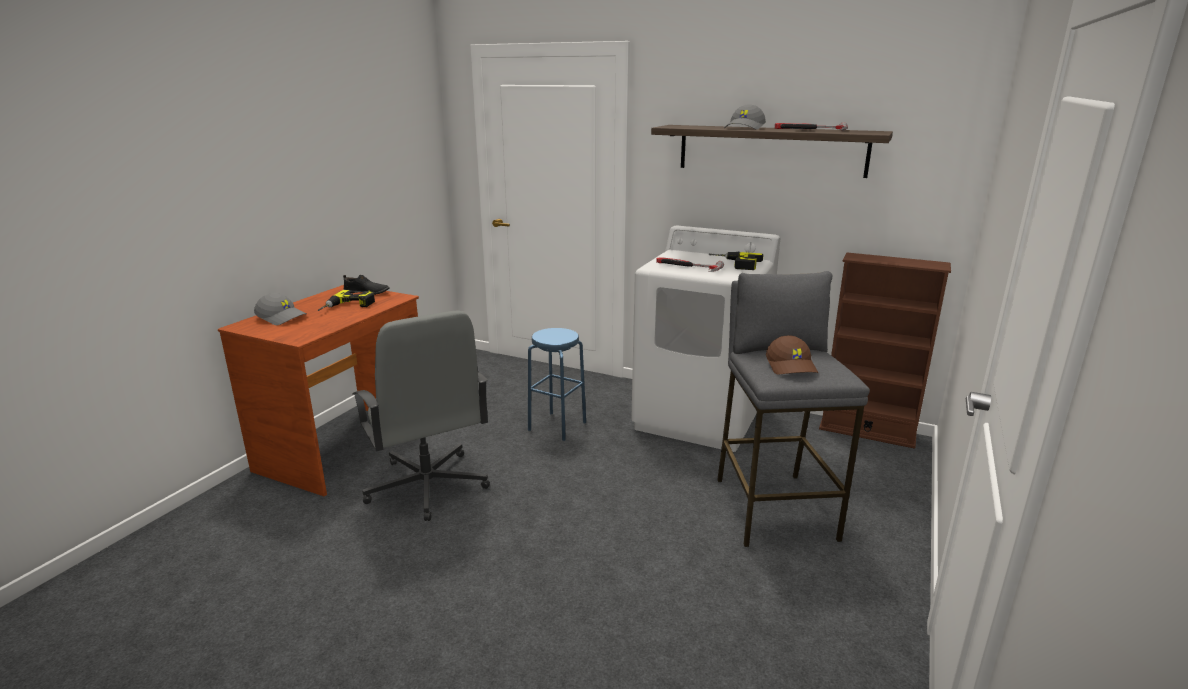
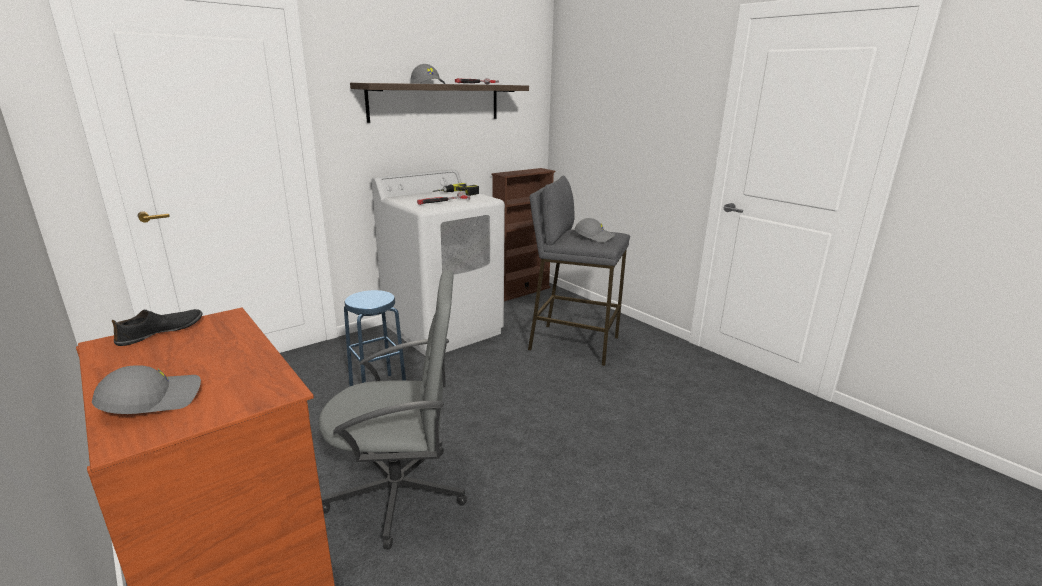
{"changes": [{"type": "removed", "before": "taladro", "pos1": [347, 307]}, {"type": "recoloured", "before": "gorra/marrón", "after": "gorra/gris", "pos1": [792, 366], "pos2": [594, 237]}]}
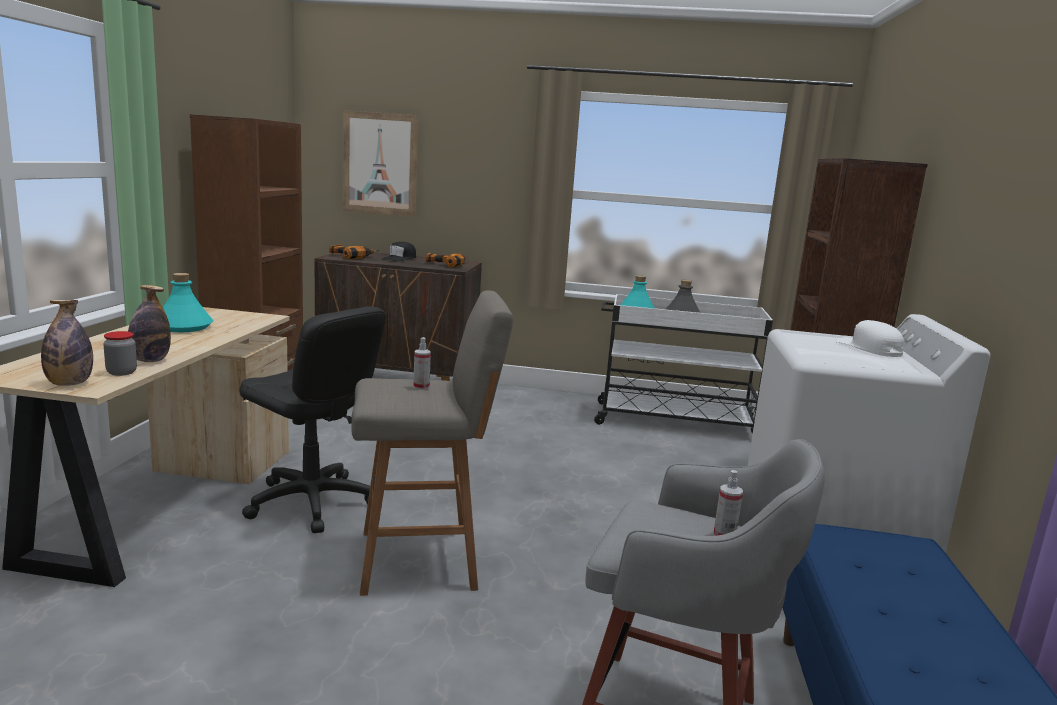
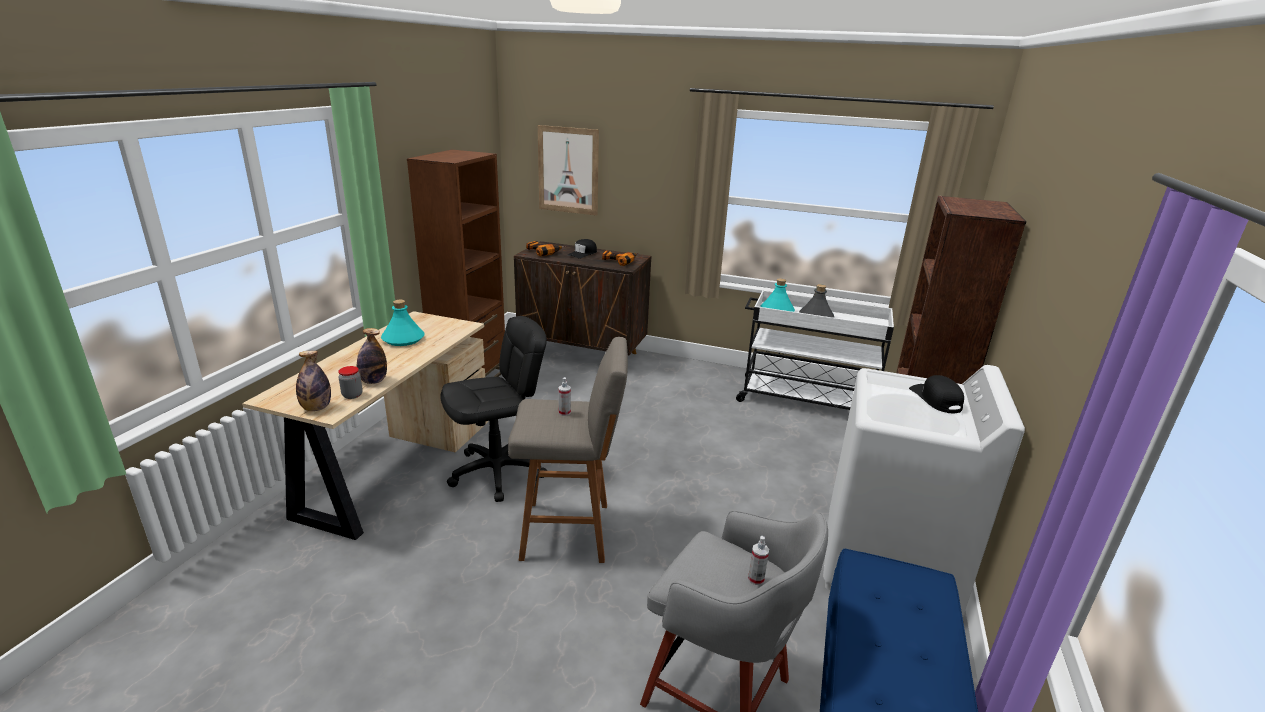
{"changes": [{"type": "turned", "before": "silla de oficina/negro", "pos1": [311, 502], "pos2": [497, 472], "turn": -75}, {"type": "recoloured", "before": "gorra/blanco", "after": "gorra/negro", "pos1": [868, 348], "pos2": [936, 399]}]}
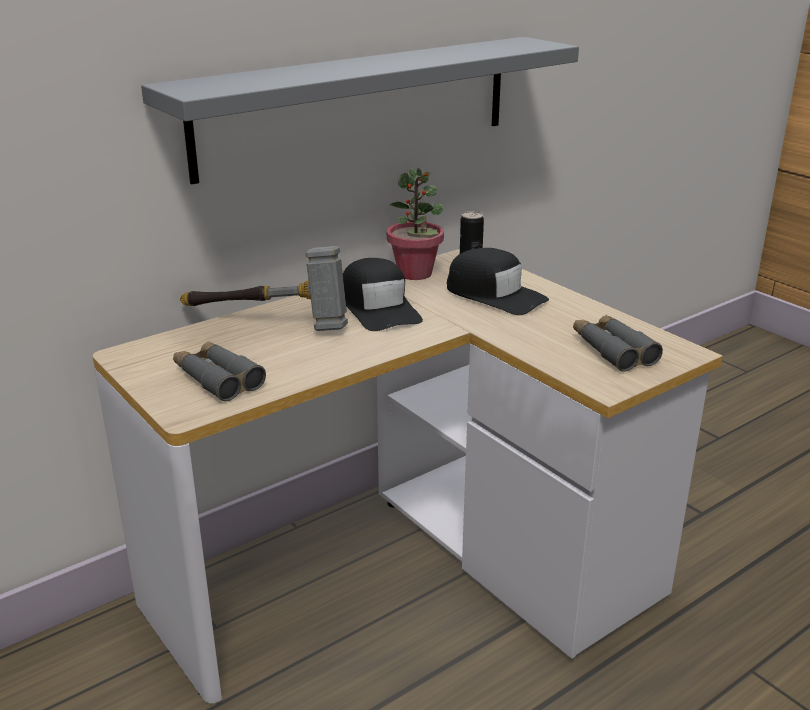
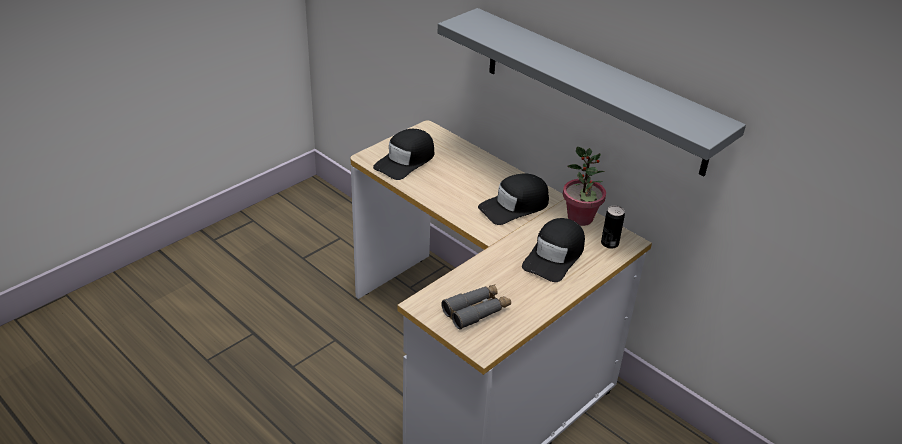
{"changes": [{"type": "replaced", "before": "prismáticos/gris", "after": "gorra/negro", "pos1": [217, 379], "pos2": [405, 161]}, {"type": "removed", "before": "martillo", "pos1": [271, 324]}]}
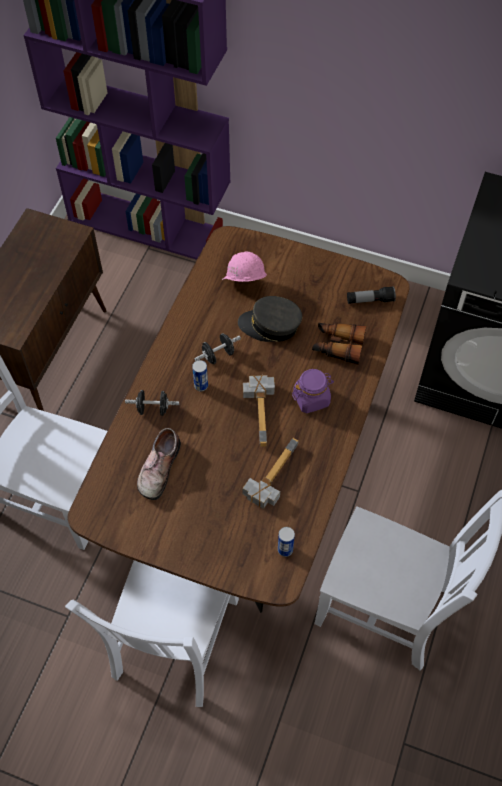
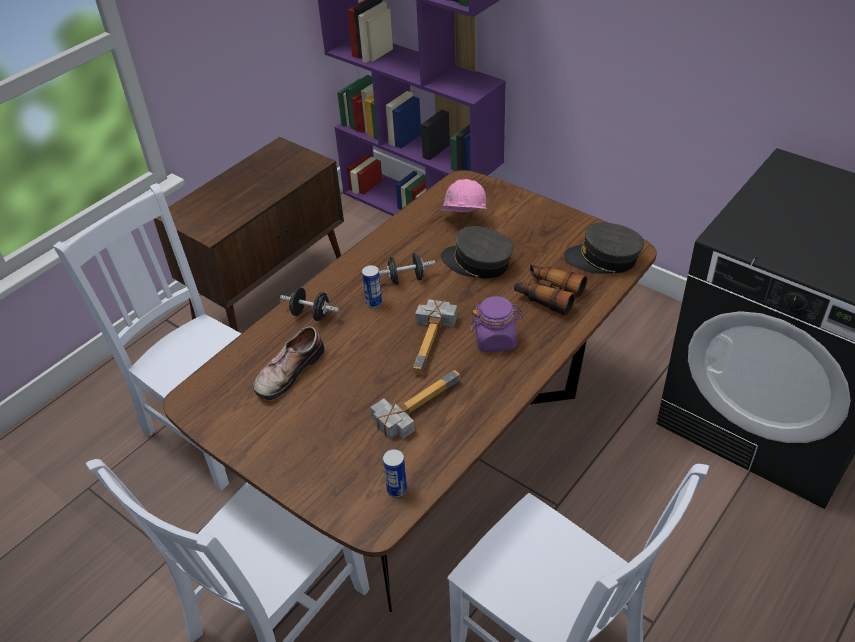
{"changes": [{"type": "replaced", "before": "linterna", "after": "gorra/gris", "pos1": [370, 300], "pos2": [603, 259]}]}
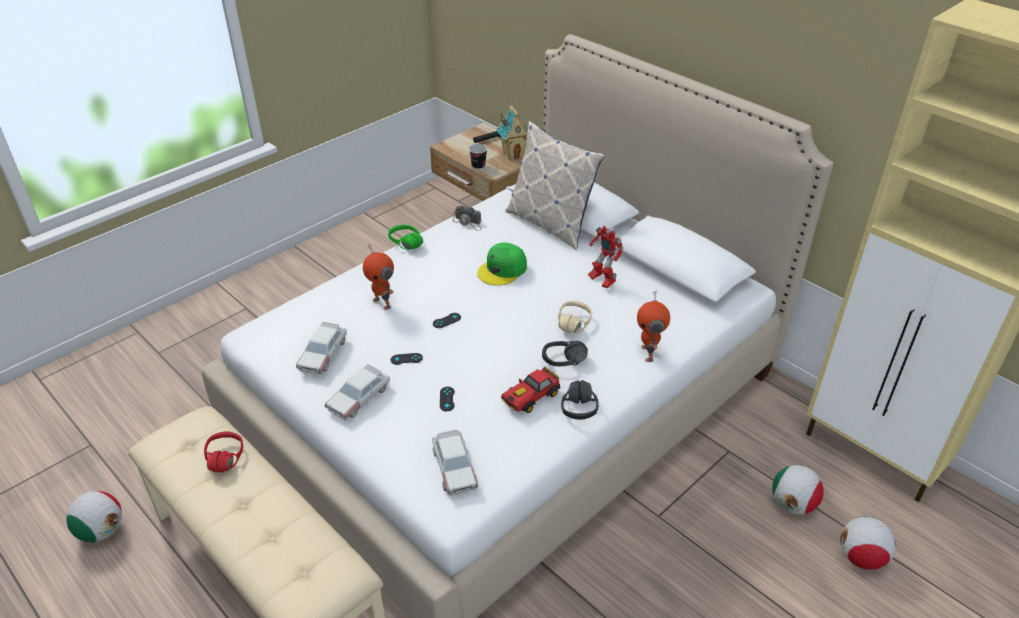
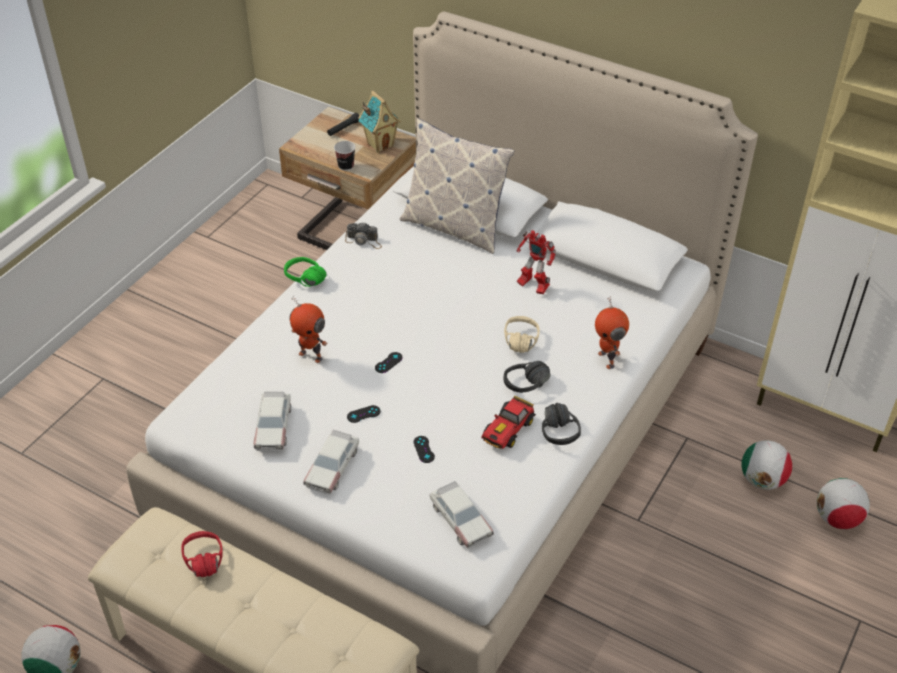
{"changes": [{"type": "removed", "before": "gorra/verde", "pos1": [502, 270]}]}
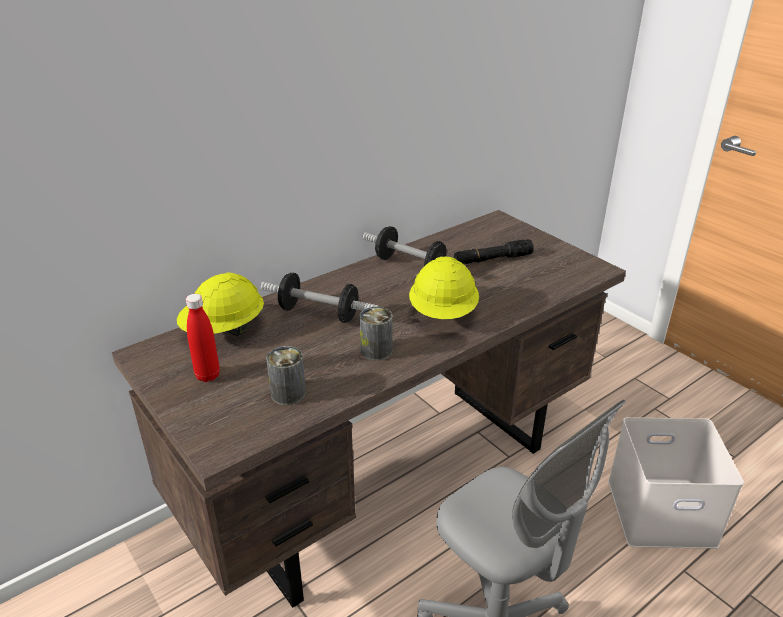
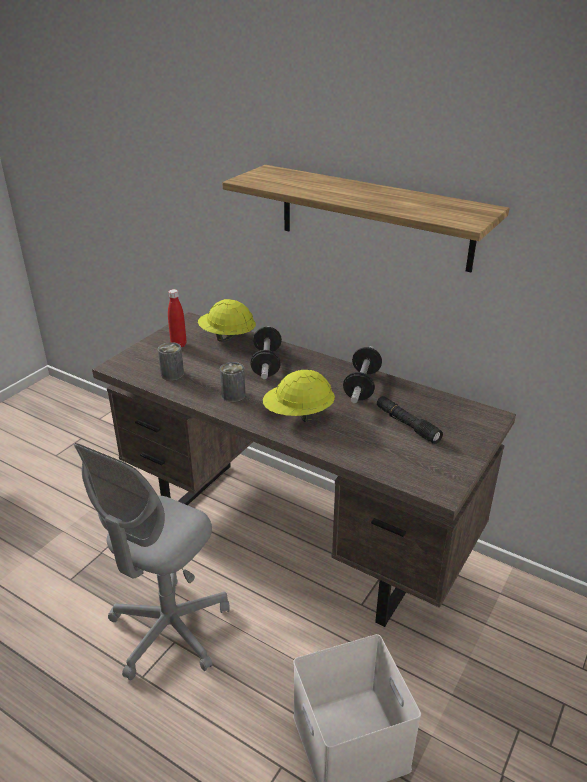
{"changes": [{"type": "added", "after": "estante", "pos2": [374, 217]}]}
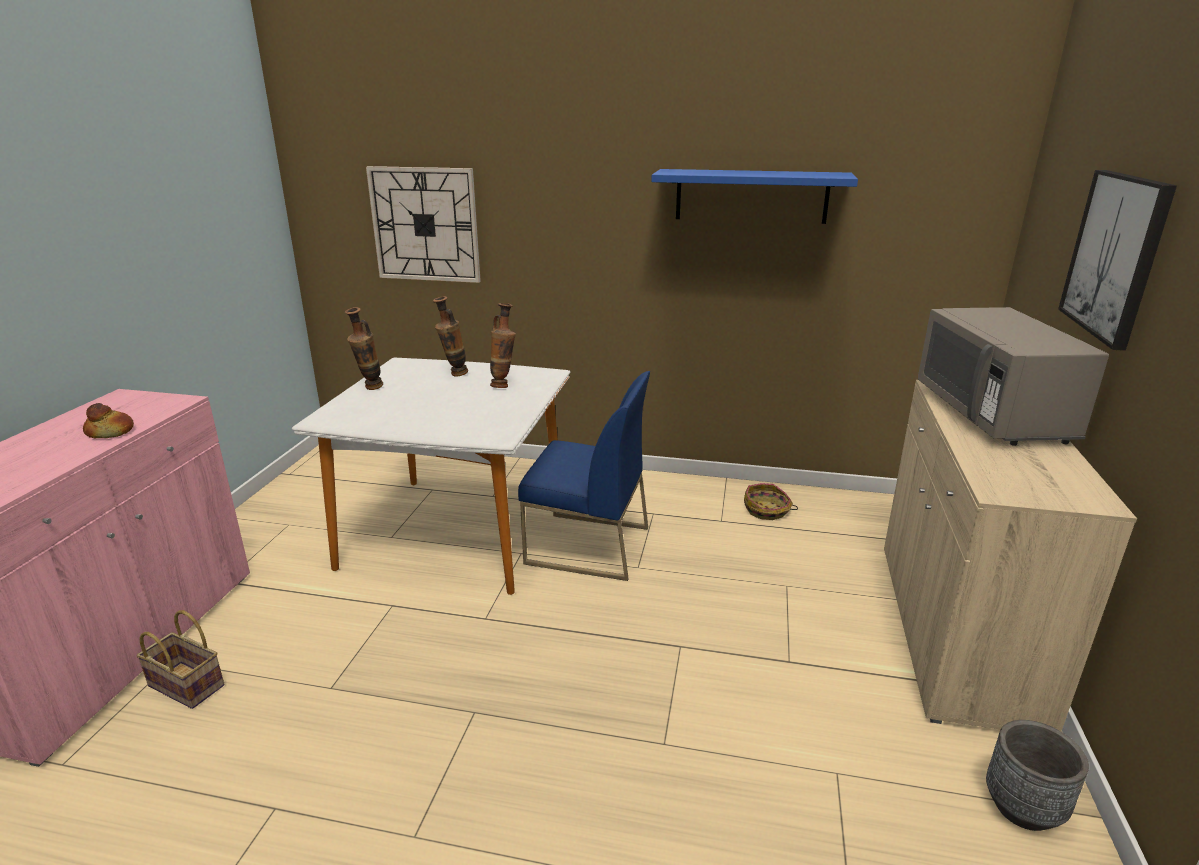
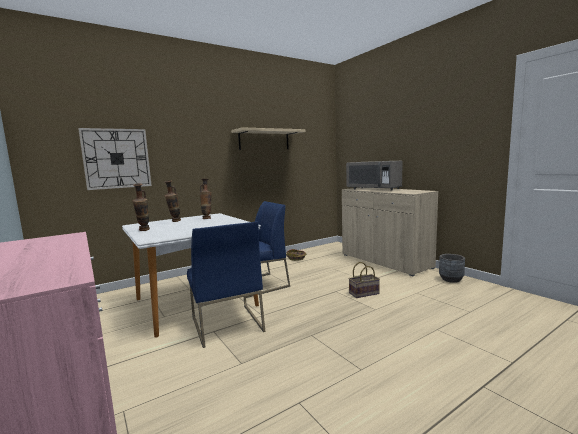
{"changes": [{"type": "removed", "before": "pan", "pos1": [111, 432]}, {"type": "moved", "before": "cesta", "pos1": [189, 685], "pos2": [364, 293]}, {"type": "recoloured", "before": "estante/azul", "after": "estante/beis", "pos1": [751, 196], "pos2": [264, 140]}, {"type": "removed", "before": "cuadro", "pos1": [1115, 256]}, {"type": "added", "after": "silla/azul", "pos2": [226, 324]}]}
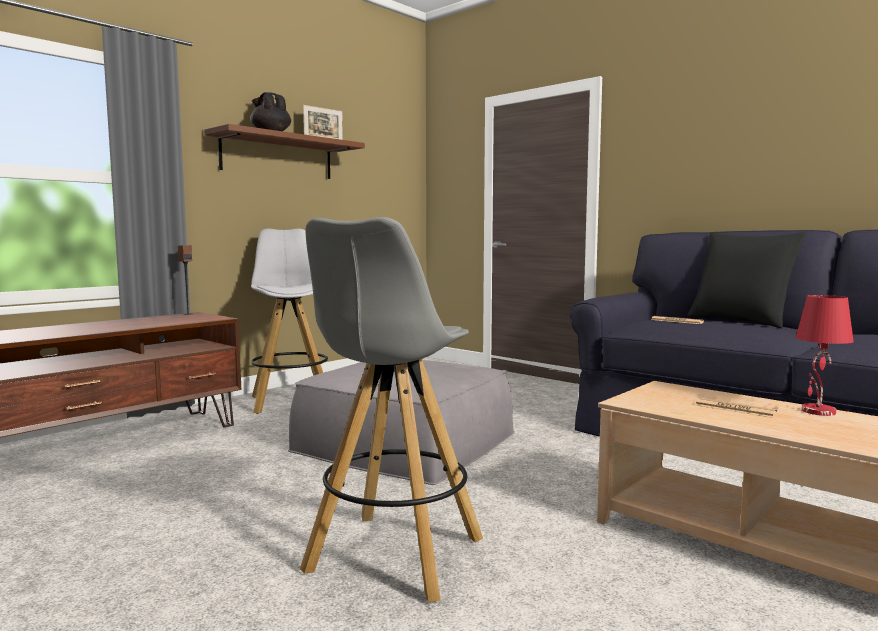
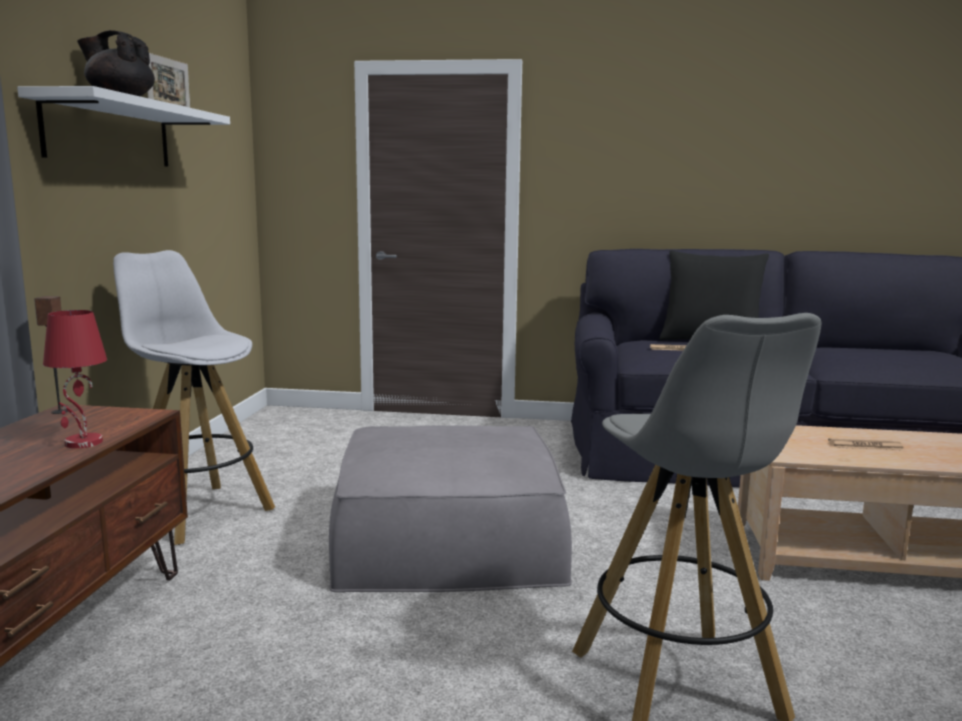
{"changes": [{"type": "recoloured", "before": "estante/marrón", "after": "estante/blanco", "pos1": [277, 156], "pos2": [109, 133]}, {"type": "moved", "before": "lámpara de mesa/rojo", "pos1": [818, 411], "pos2": [83, 443]}]}
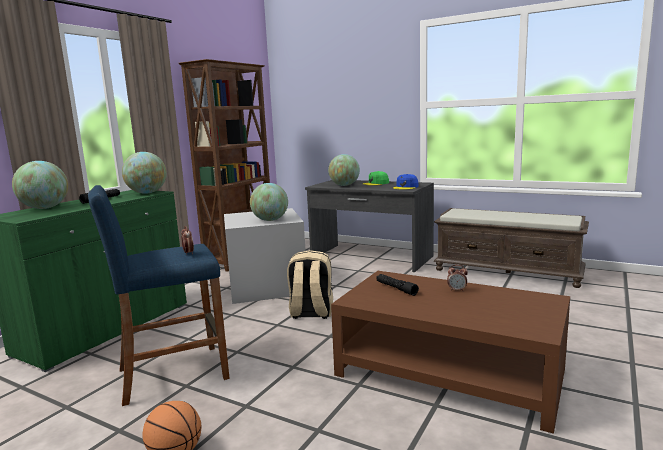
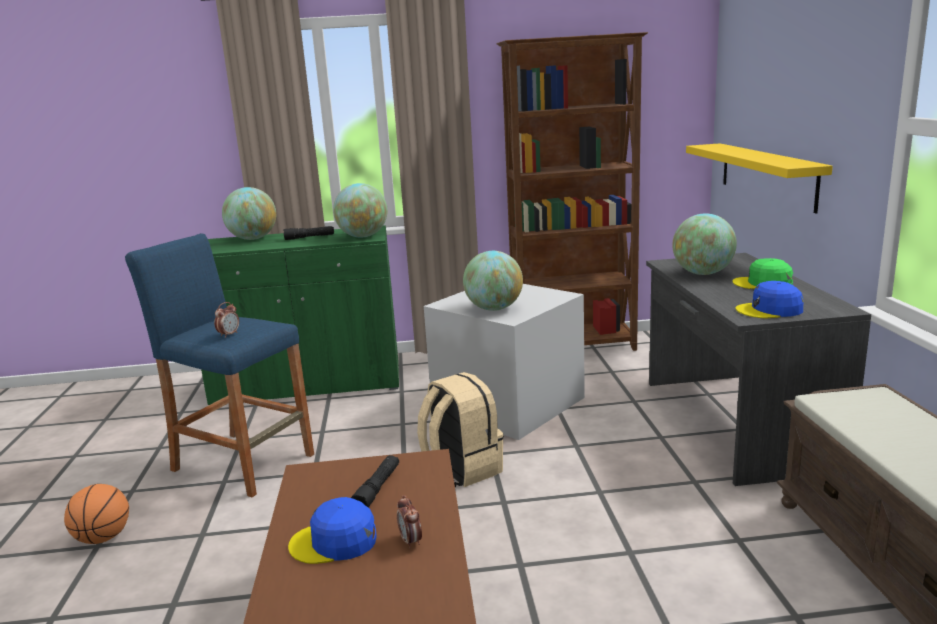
{"changes": [{"type": "added", "after": "gorra/azul", "pos2": [334, 541]}, {"type": "added", "after": "estante/amarillo", "pos2": [766, 175]}]}
